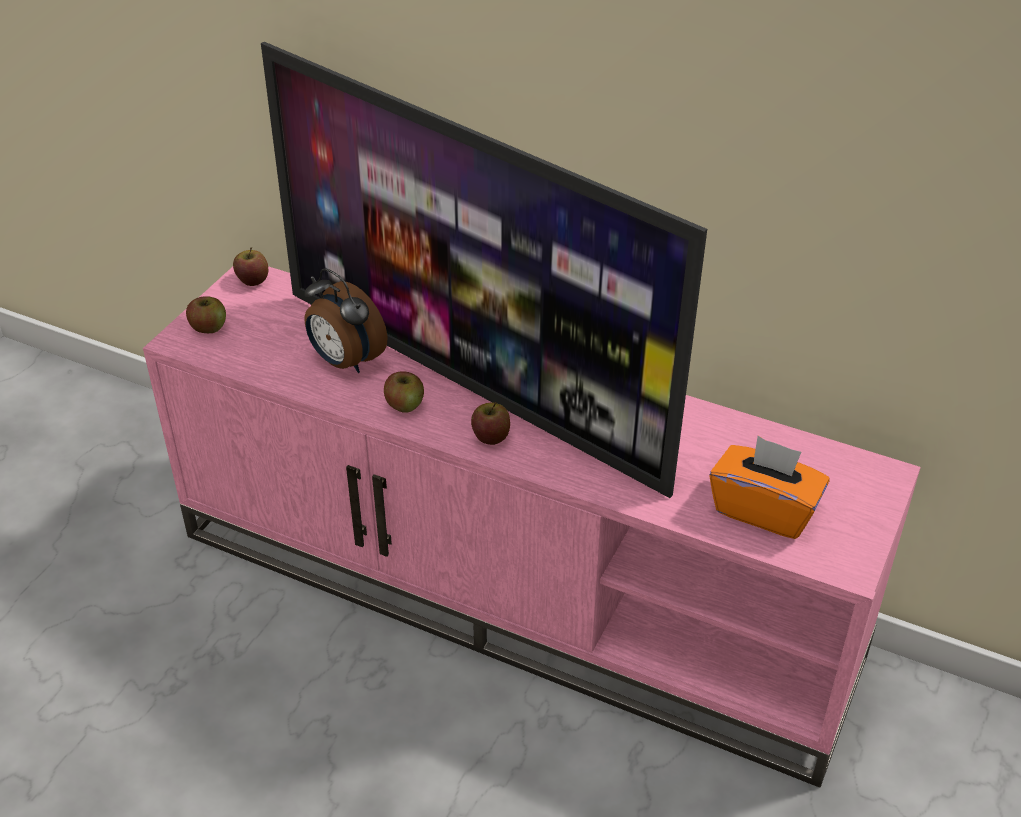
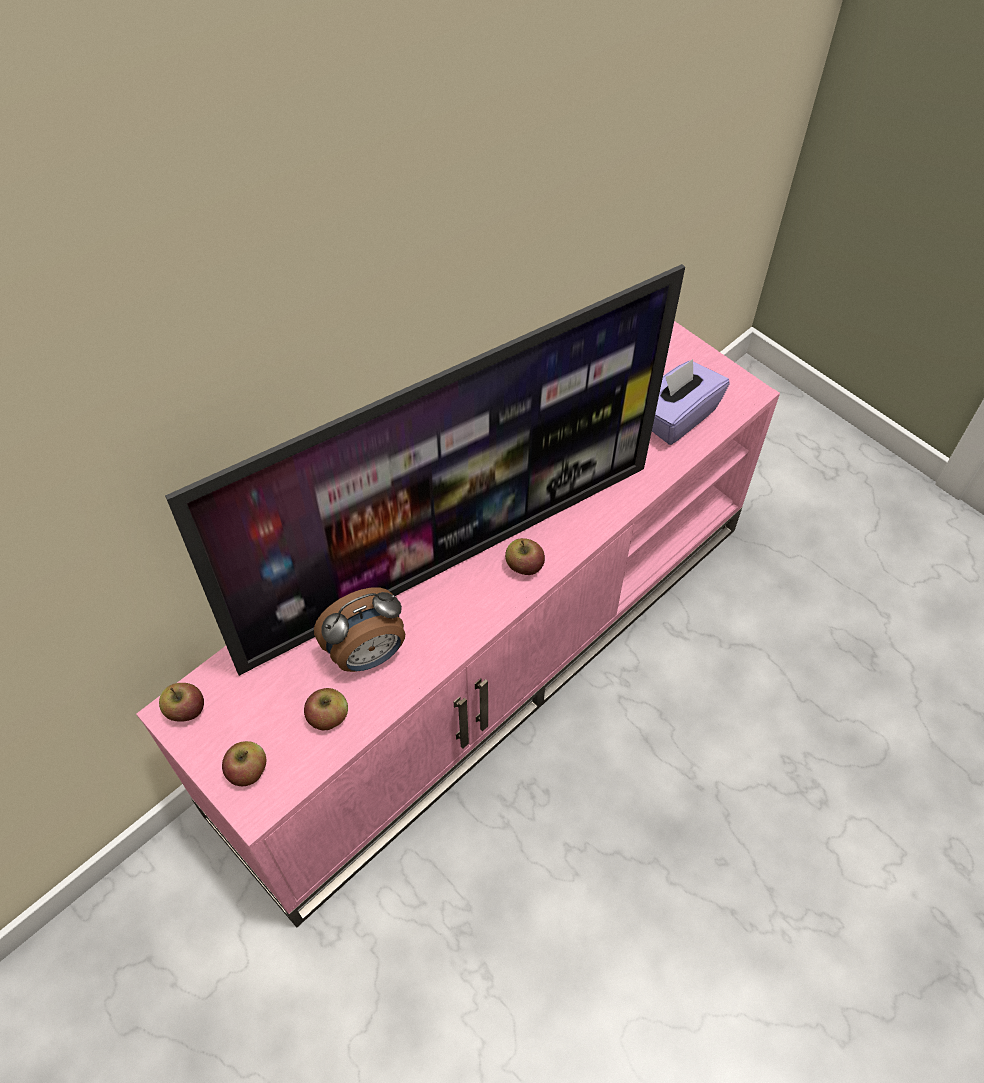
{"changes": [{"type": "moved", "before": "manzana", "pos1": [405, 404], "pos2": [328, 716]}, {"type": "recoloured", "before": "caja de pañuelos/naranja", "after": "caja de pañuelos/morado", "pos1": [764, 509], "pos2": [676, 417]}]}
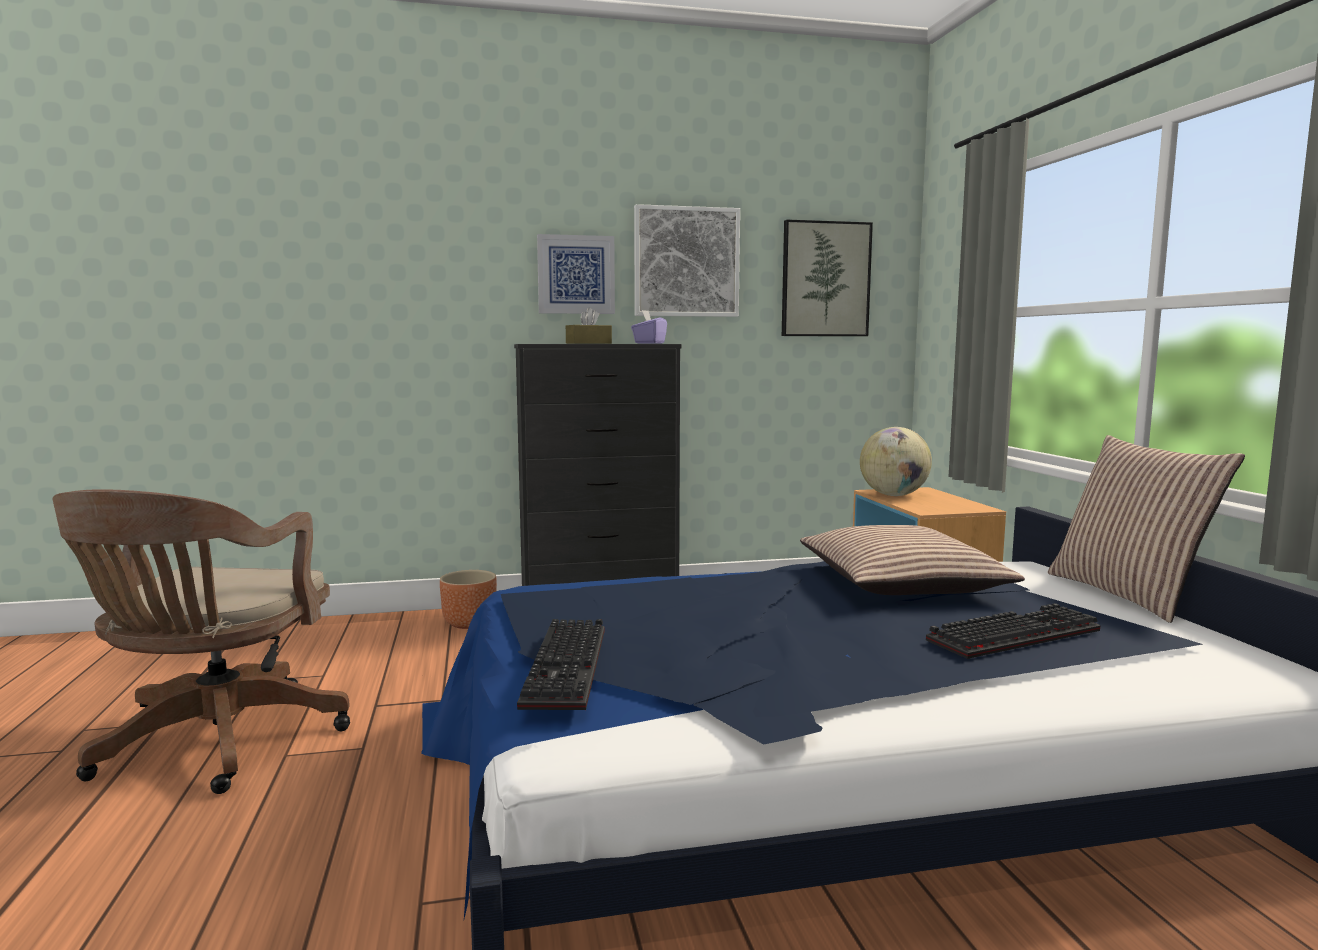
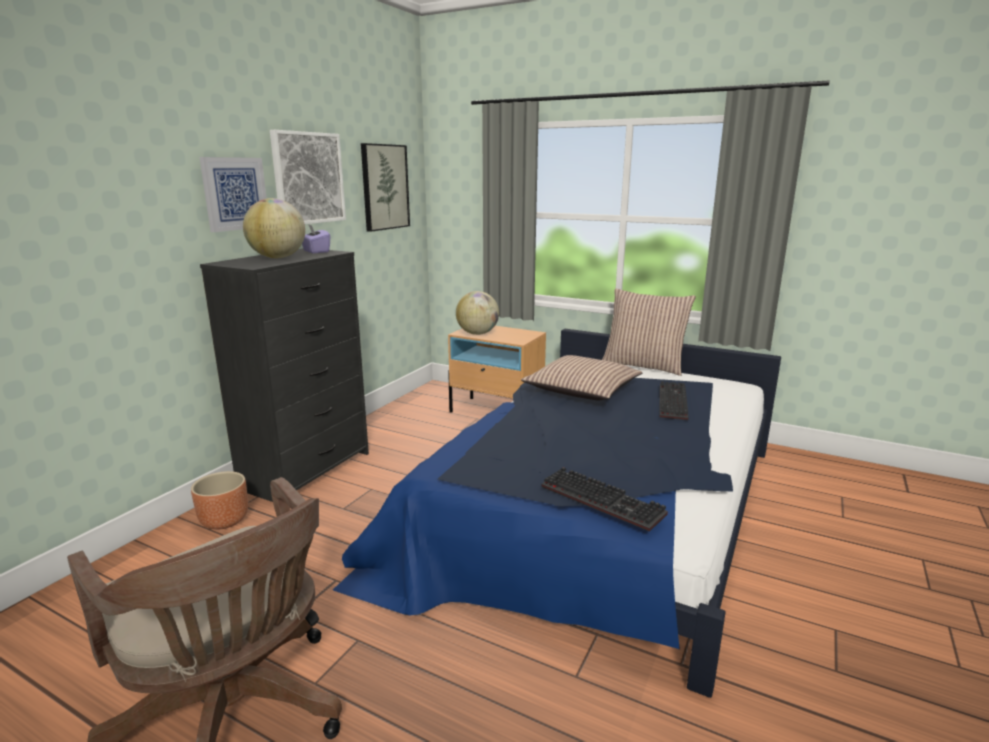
{"changes": [{"type": "replaced", "before": "caja de pañuelos/marrón", "after": "globo terráqueo", "pos1": [588, 343], "pos2": [278, 258]}]}
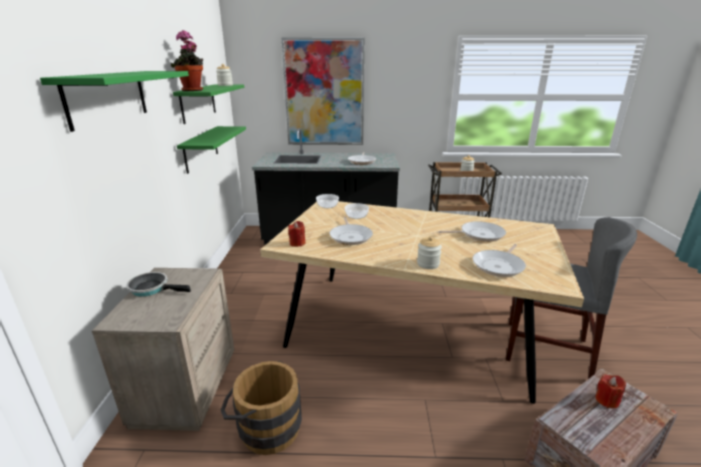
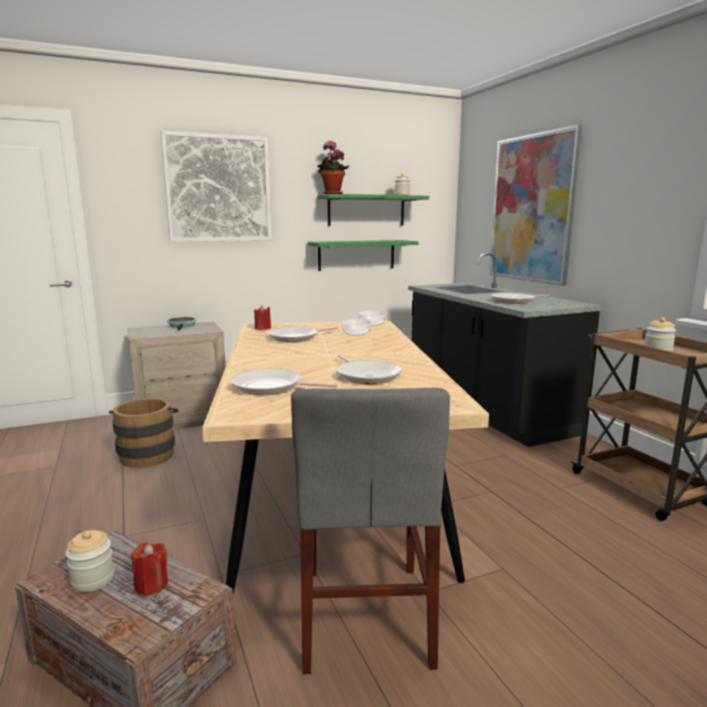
{"changes": [{"type": "replaced", "before": "estante/verde", "after": "cuadro", "pos1": [108, 97], "pos2": [218, 189]}, {"type": "moved", "before": "tarro", "pos1": [428, 264], "pos2": [93, 579]}]}
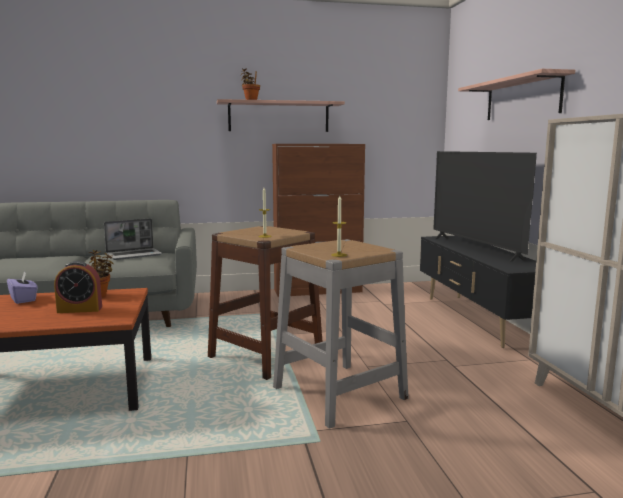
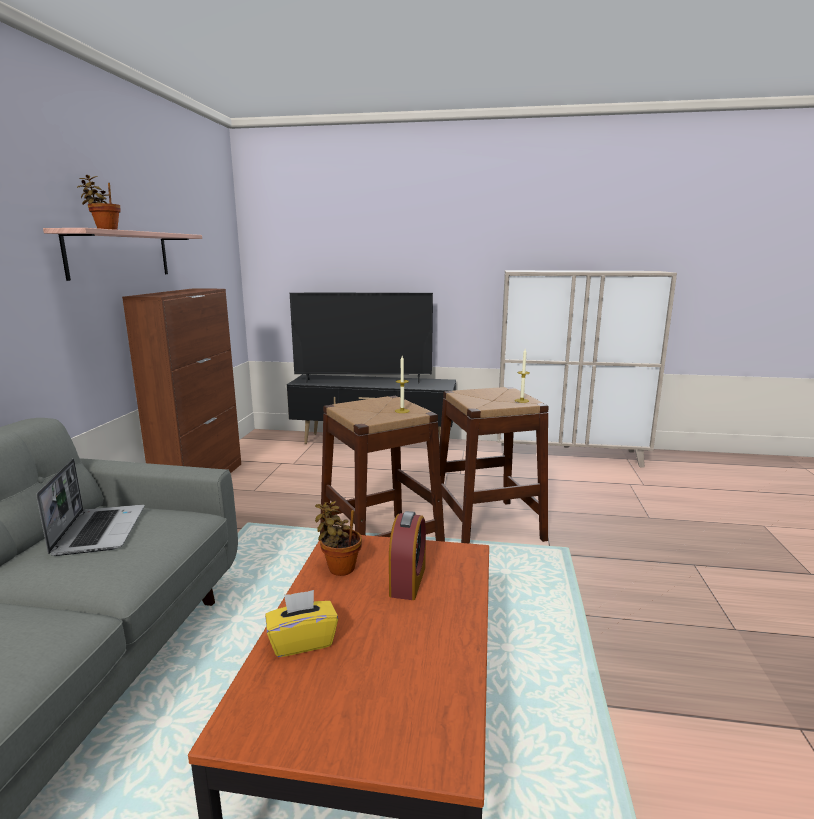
{"changes": [{"type": "recoloured", "before": "caja de pañuelos/morado", "after": "caja de pañuelos/amarillo", "pos1": [23, 299], "pos2": [302, 641]}, {"type": "recoloured", "before": "taburete/gris", "after": "taburete/marrón", "pos1": [339, 393], "pos2": [487, 525]}, {"type": "removed", "before": "estante", "pos1": [522, 98]}]}
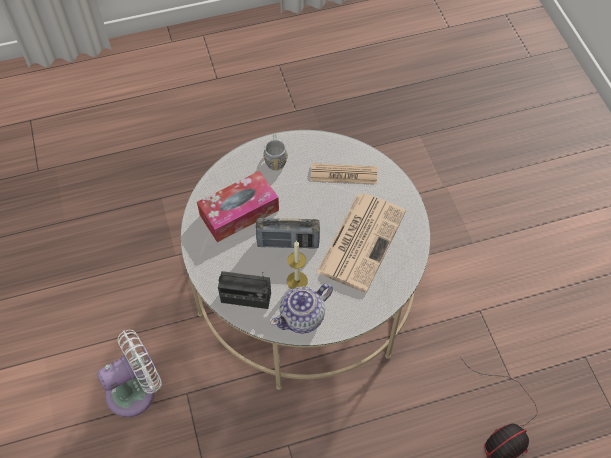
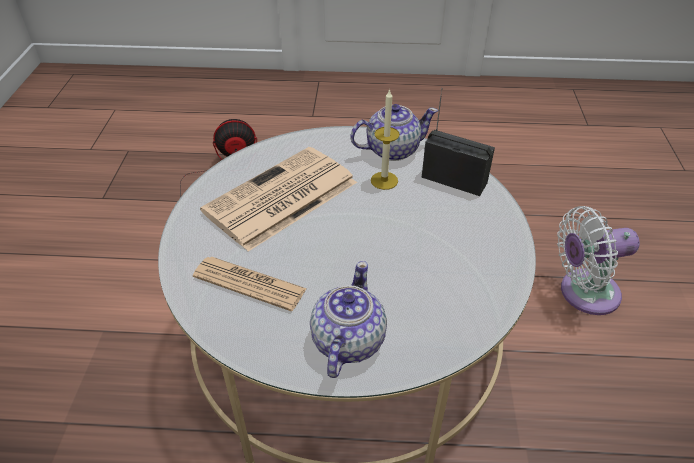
{"changes": [{"type": "removed", "before": "caja de pañuelos", "pos1": [239, 212]}, {"type": "removed", "before": "radio", "pos1": [288, 243]}, {"type": "replaced", "before": "taza grande/gris", "after": "tetera", "pos1": [275, 158], "pos2": [347, 342]}]}
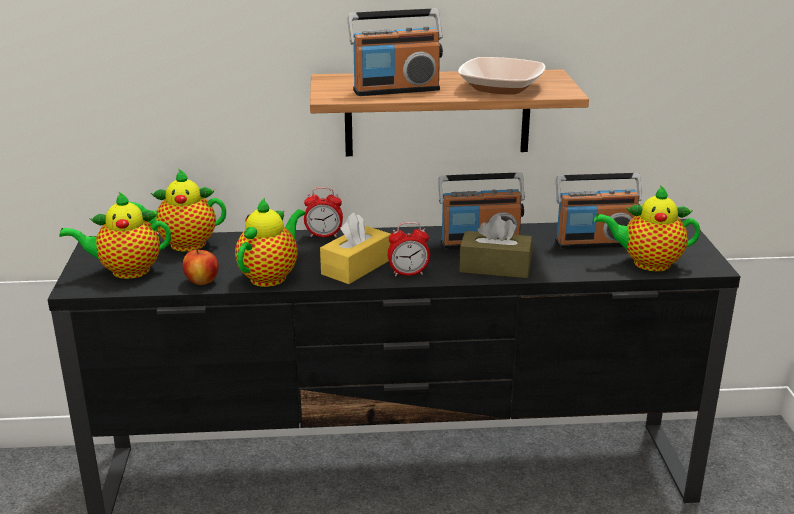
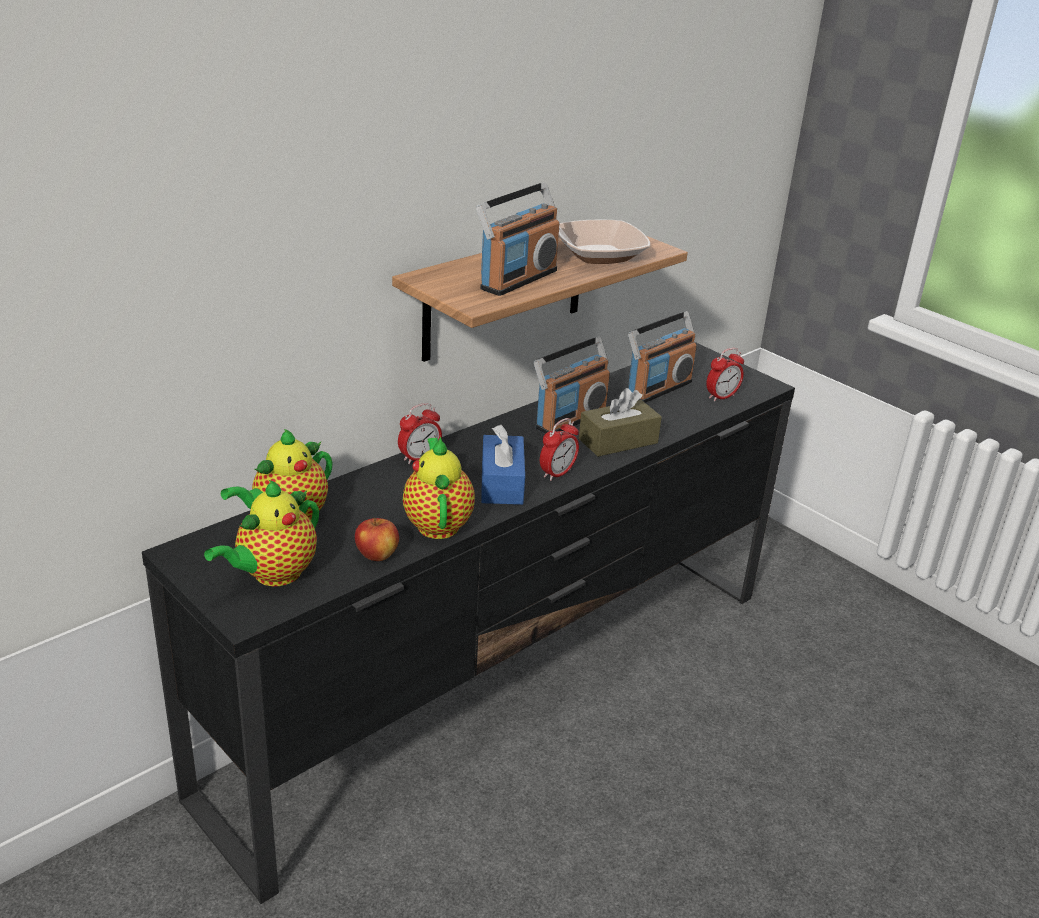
{"changes": [{"type": "recoloured", "before": "caja de pañuelos/amarillo", "after": "caja de pañuelos/azul", "pos1": [356, 267], "pos2": [502, 483]}, {"type": "replaced", "before": "tetera", "after": "despertador", "pos1": [647, 263], "pos2": [721, 397]}]}
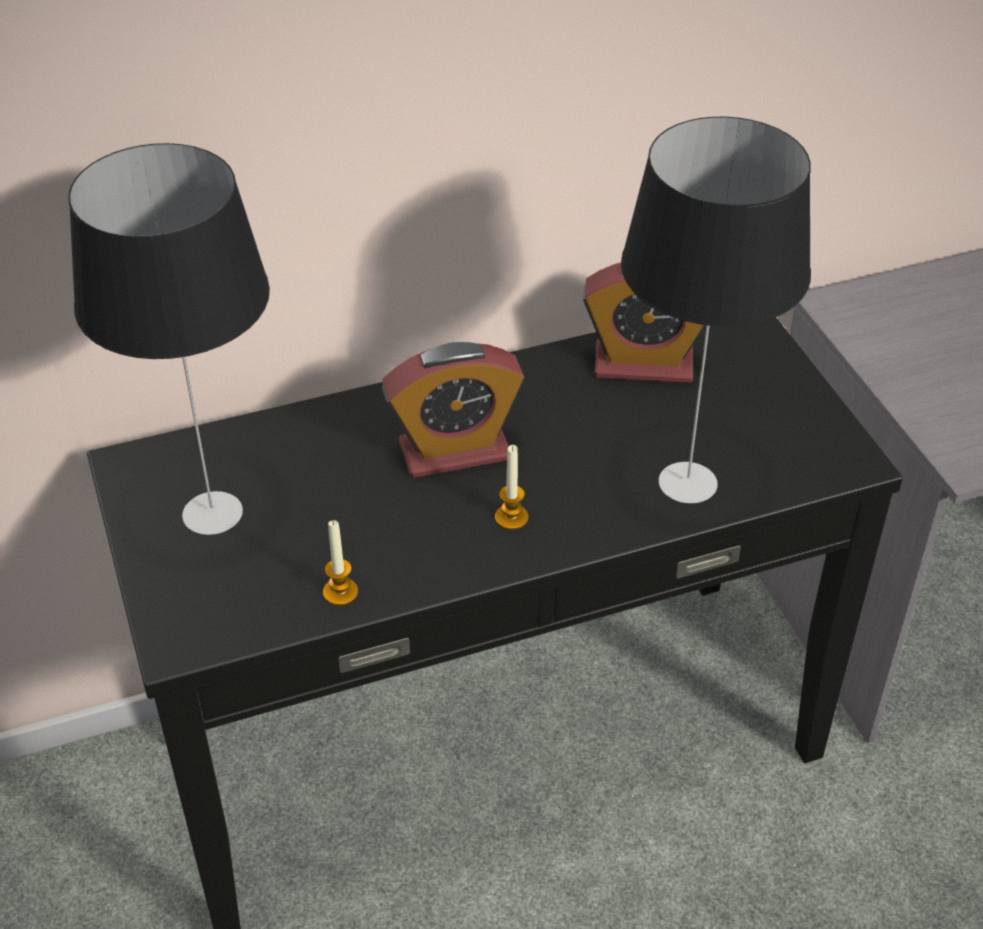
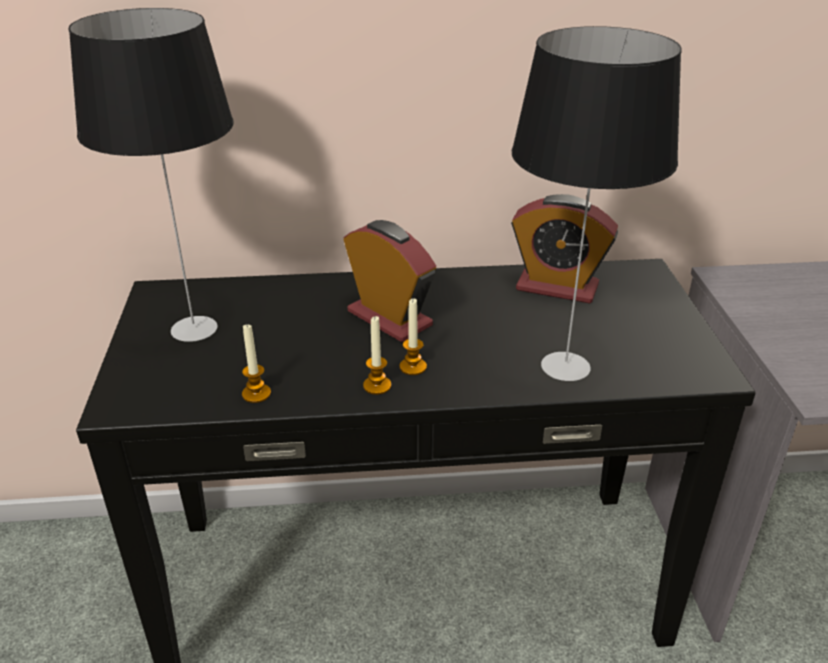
{"changes": [{"type": "turned", "before": "despertador", "pos1": [454, 451], "pos2": [389, 318], "turn": -135}, {"type": "added", "after": "vela", "pos2": [377, 386]}]}
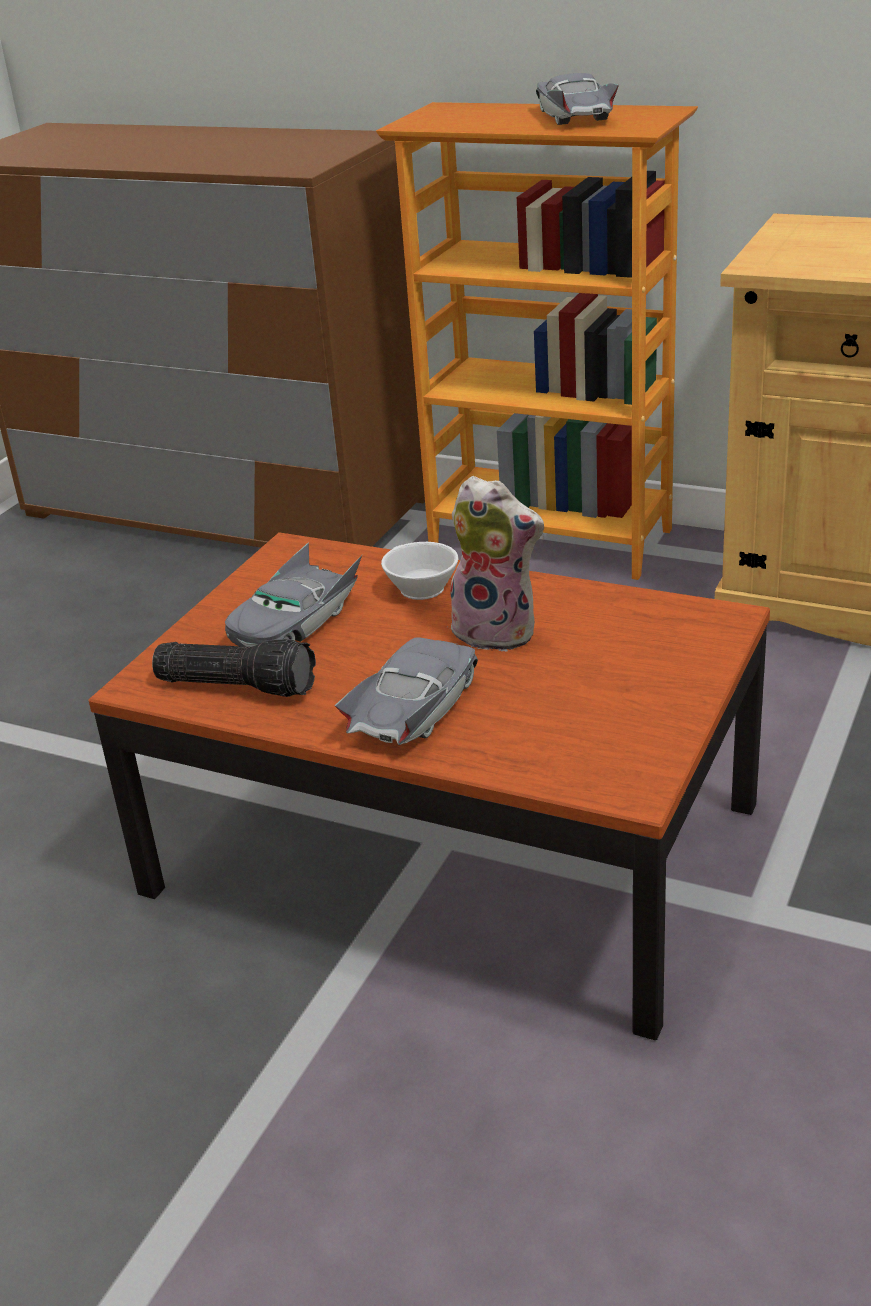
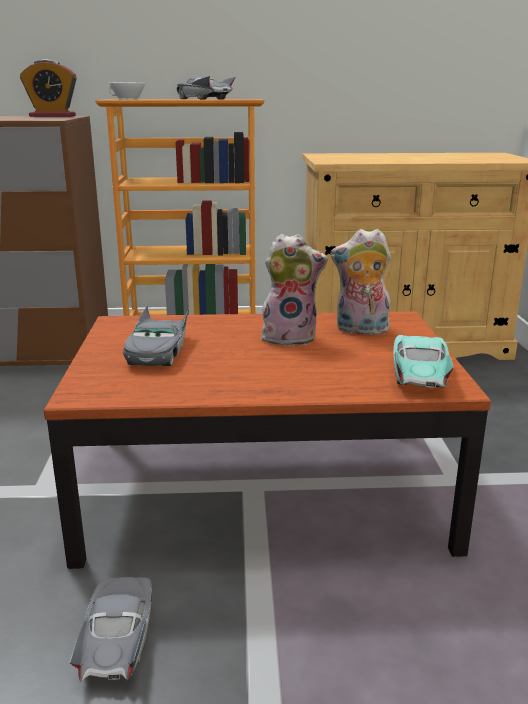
{"changes": [{"type": "removed", "before": "linterna", "pos1": [239, 684]}, {"type": "moved", "before": "coche de juguete/gris", "pos1": [414, 710], "pos2": [118, 640]}, {"type": "moved", "before": "taza/blanco", "pos1": [418, 588], "pos2": [126, 99]}, {"type": "added", "after": "despertador", "pos2": [52, 116]}, {"type": "added", "after": "peluche", "pos2": [360, 331]}, {"type": "added", "after": "coche de juguete/turquesa", "pos2": [419, 375]}]}
